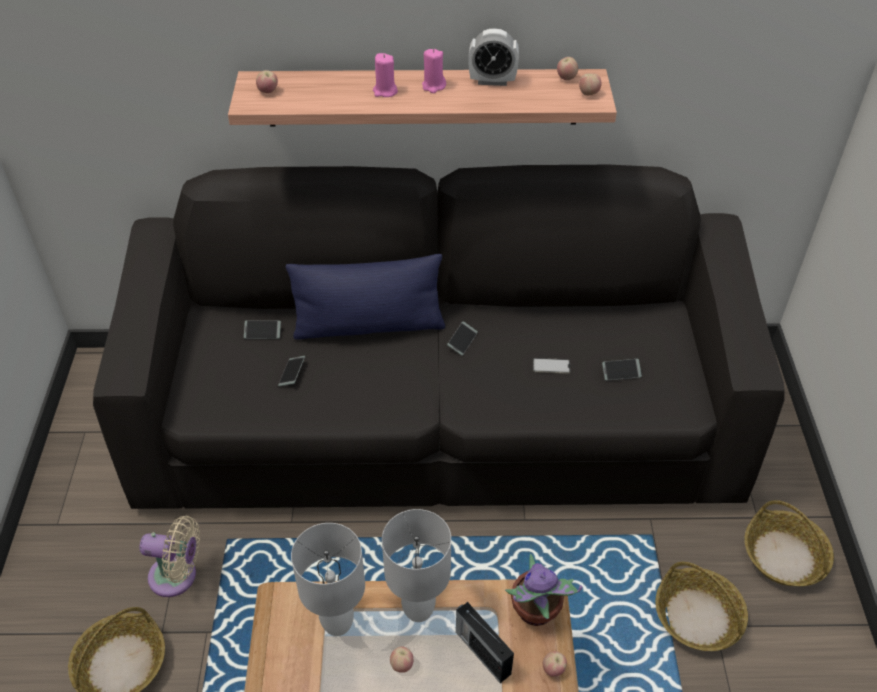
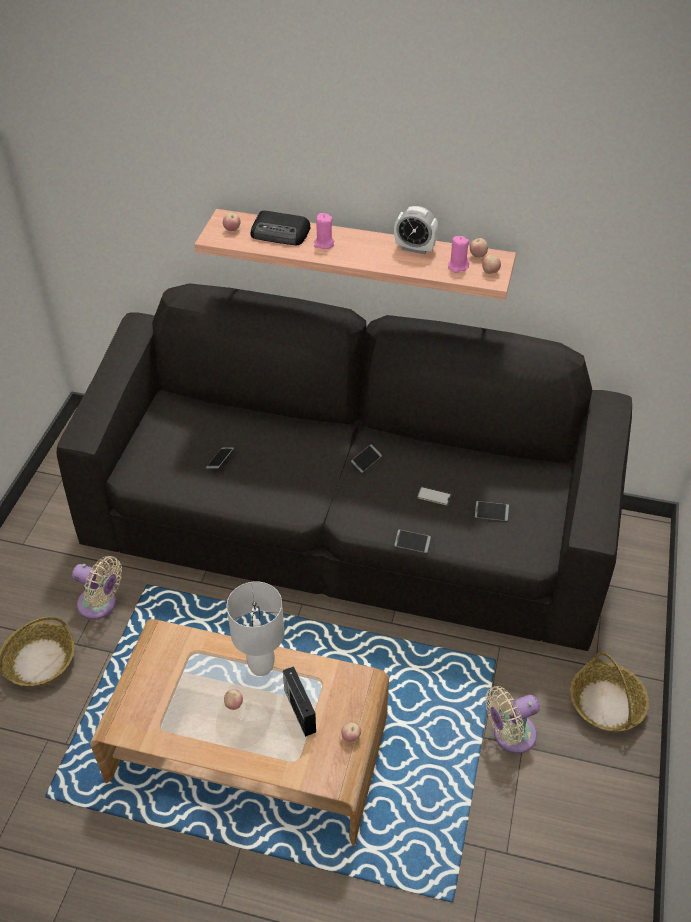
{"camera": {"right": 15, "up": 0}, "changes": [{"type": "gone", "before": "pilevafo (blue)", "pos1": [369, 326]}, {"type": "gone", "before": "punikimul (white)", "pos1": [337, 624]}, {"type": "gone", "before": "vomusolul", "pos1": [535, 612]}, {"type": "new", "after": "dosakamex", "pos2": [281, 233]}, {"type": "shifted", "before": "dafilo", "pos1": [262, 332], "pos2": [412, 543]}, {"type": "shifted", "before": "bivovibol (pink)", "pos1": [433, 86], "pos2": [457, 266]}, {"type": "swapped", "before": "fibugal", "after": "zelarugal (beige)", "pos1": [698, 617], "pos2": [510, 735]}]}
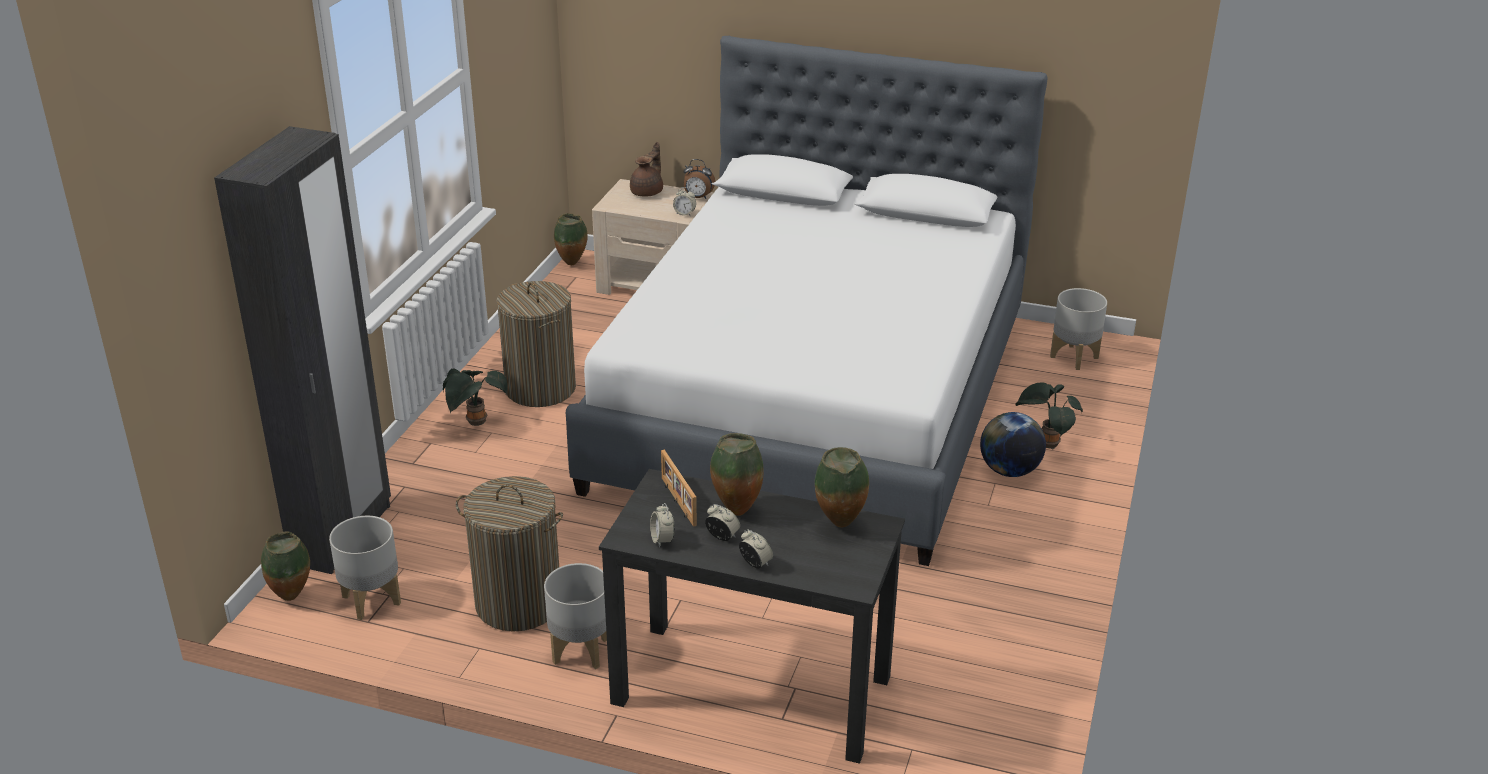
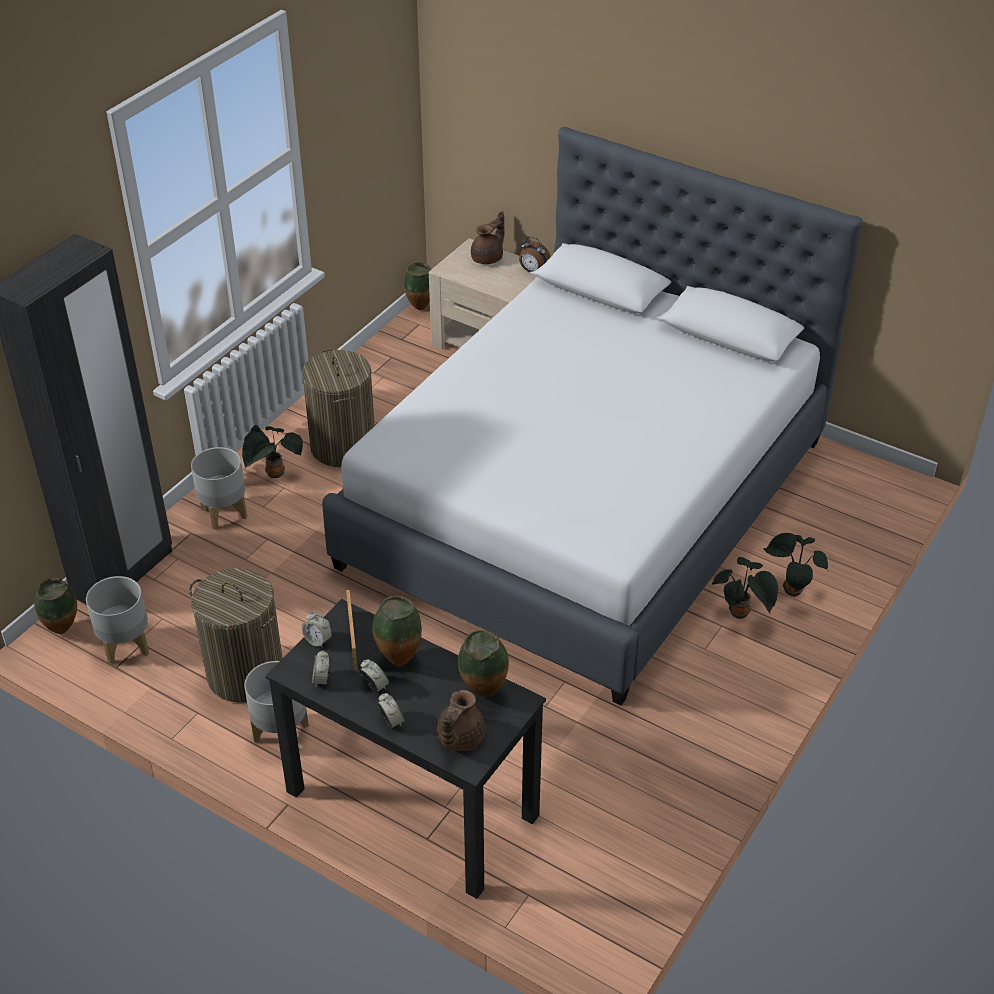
{"camera": {"right": 15, "up": 10}, "changes": [{"type": "new", "after": "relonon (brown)", "pos2": [459, 738]}, {"type": "shifted", "before": "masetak", "pos1": [684, 213], "pos2": [318, 640]}, {"type": "shifted", "before": "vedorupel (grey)", "pos1": [1074, 357], "pos2": [224, 513]}, {"type": "swapped", "before": "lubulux", "after": "vomusolul", "pos1": [1009, 471], "pos2": [741, 614]}]}
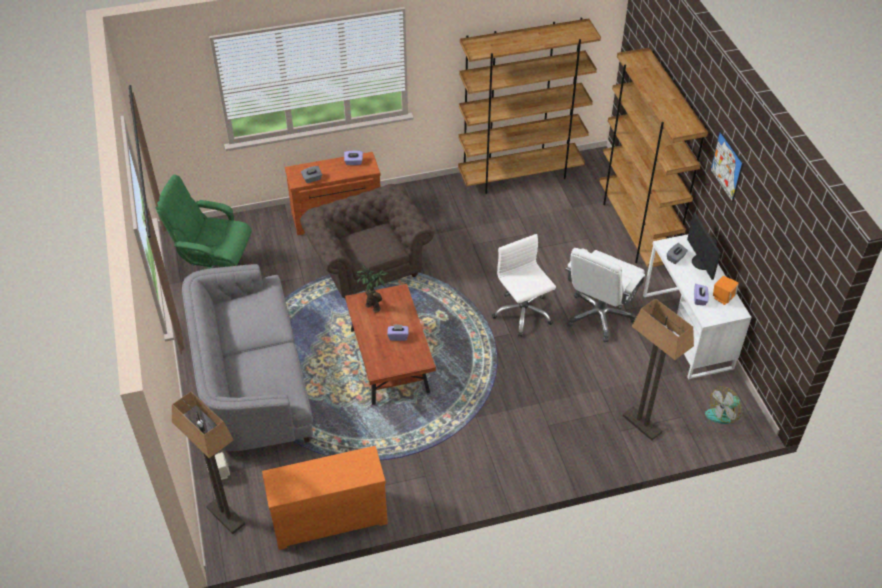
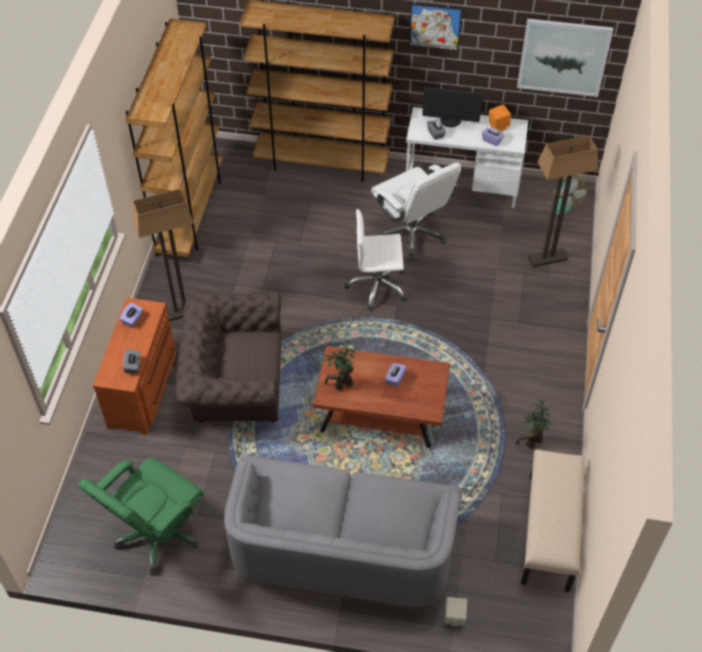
{"camera": {"right": -65, "up": 5}, "changes": [{"type": "new", "after": "vomusolul", "pos2": [531, 443]}, {"type": "new", "after": "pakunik", "pos2": [563, 57]}, {"type": "shifted", "before": "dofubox", "pos1": [225, 516], "pos2": [180, 312]}, {"type": "swapped", "before": "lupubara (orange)", "after": "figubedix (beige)", "pos1": [328, 516], "pos2": [549, 532]}]}
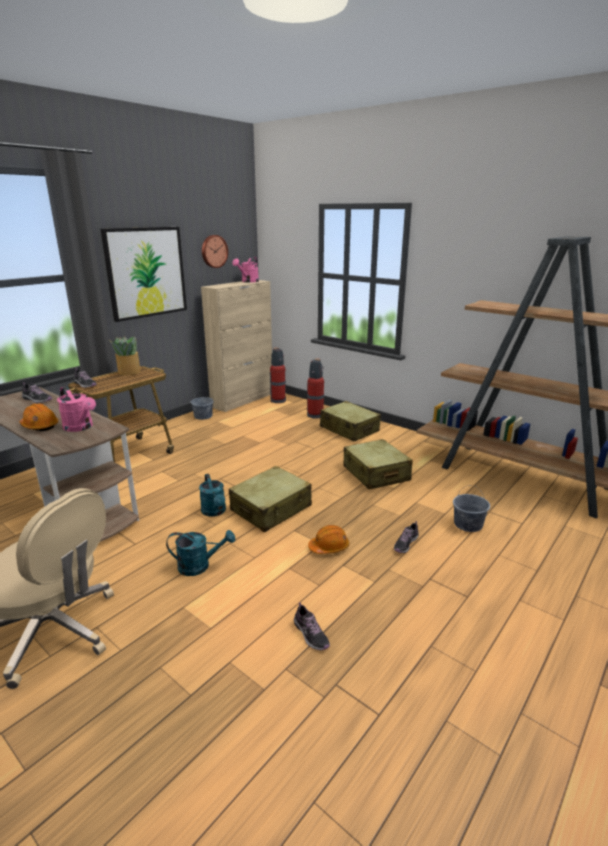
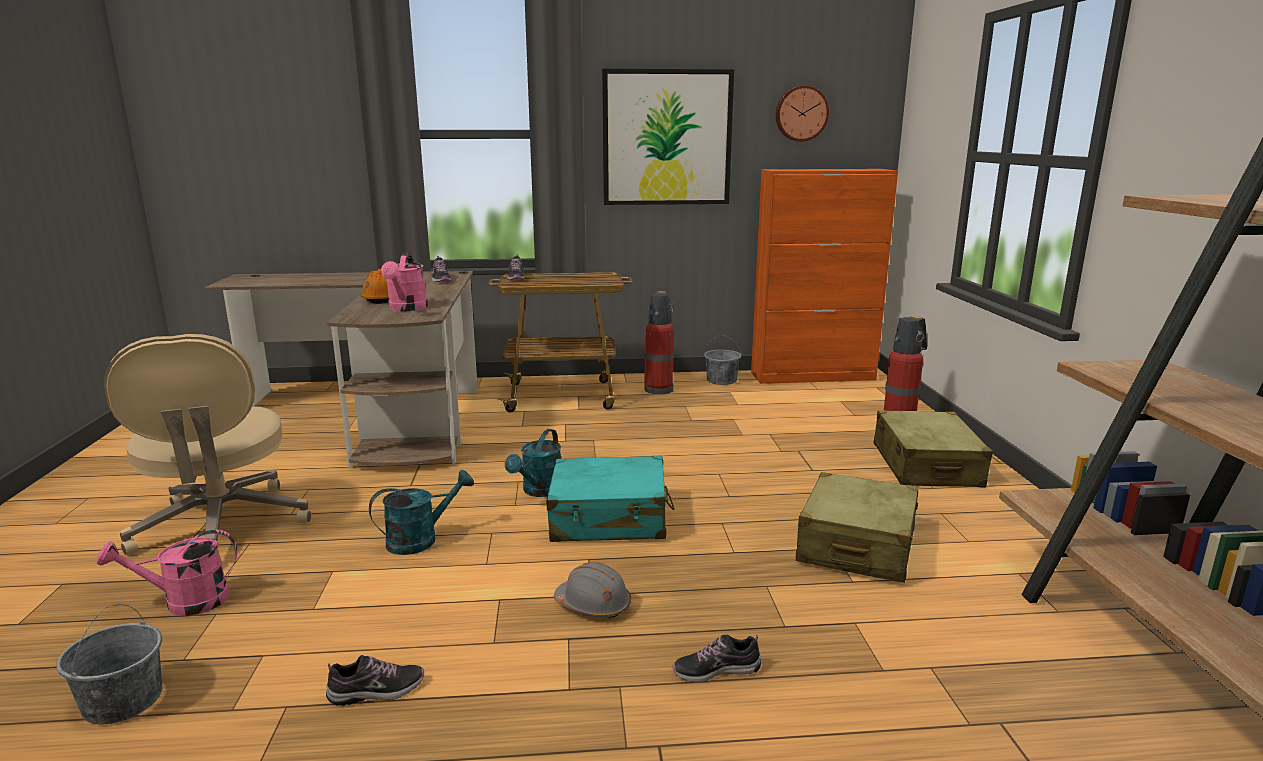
{"camera": {"right": 45, "up": -5}, "changes": [{"type": "gone", "before": "vomusolul", "pos1": [128, 372]}, {"type": "shifted", "before": "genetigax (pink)", "pos1": [248, 281], "pos2": [185, 602]}, {"type": "shifted", "before": "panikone", "pos1": [278, 400], "pos2": [659, 389]}, {"type": "shifted", "before": "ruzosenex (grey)", "pos1": [467, 524], "pos2": [124, 700]}, {"type": "repainted", "before": "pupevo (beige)", "after": "pupevo (orange)", "pos1": [243, 400], "pos2": [813, 376]}, {"type": "repainted", "before": "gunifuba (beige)", "after": "gunifuba (turquoise)", "pos1": [271, 508], "pos2": [609, 518]}, {"type": "repainted", "before": "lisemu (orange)", "after": "lisemu (grey)", "pos1": [329, 547], "pos2": [593, 605]}, {"type": "rotated", "before": "genetigax (turquoise)", "pos1": [200, 566], "pos2": [421, 539], "turn": -75}, {"type": "rotated", "before": "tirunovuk", "pos1": [310, 634], "pos2": [377, 691], "turn": -120}]}
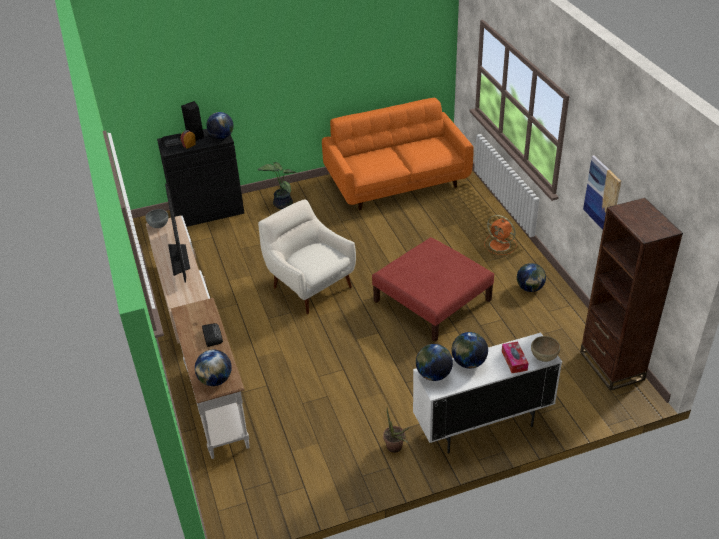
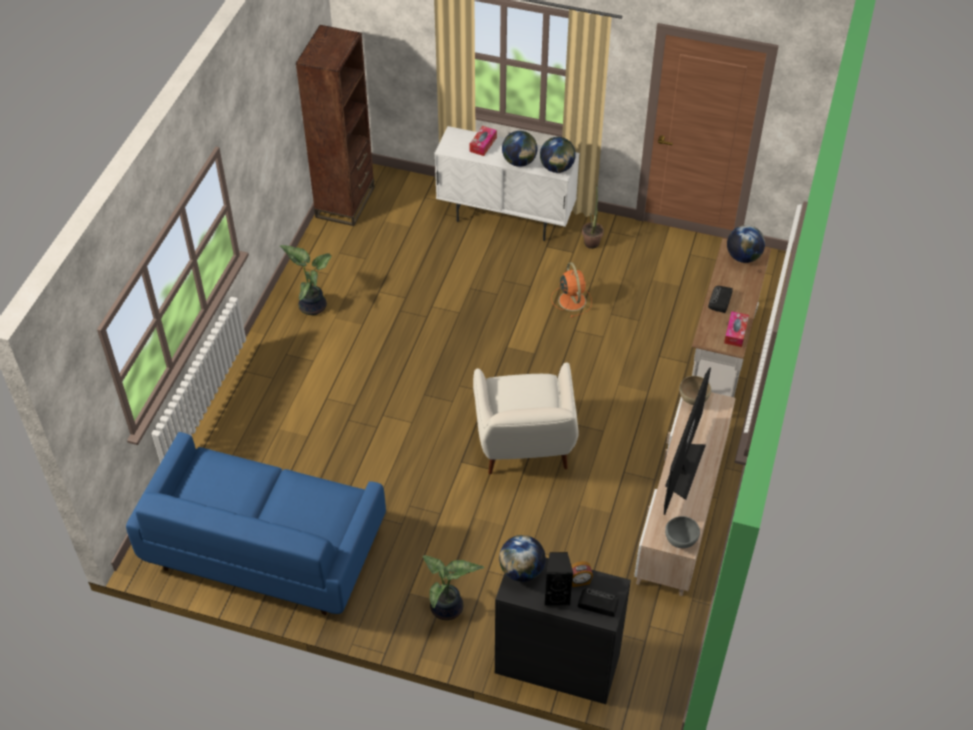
{"camera": {"right": -145, "up": 10}, "changes": [{"type": "gone", "before": "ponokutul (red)", "pos1": [431, 301]}, {"type": "gone", "before": "pakunik", "pos1": [602, 195]}, {"type": "new", "after": "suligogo", "pos2": [735, 333]}, {"type": "shifted", "before": "zelarugal (orange)", "pos1": [500, 245], "pos2": [571, 300]}, {"type": "shifted", "before": "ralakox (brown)", "pos1": [544, 358], "pos2": [693, 399]}, {"type": "swapped", "before": "lubulux", "after": "vomusolul", "pos1": [530, 288], "pos2": [312, 305]}, {"type": "repainted", "before": "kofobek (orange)", "after": "kofobek (blue)", "pos1": [397, 182], "pos2": [264, 548]}]}
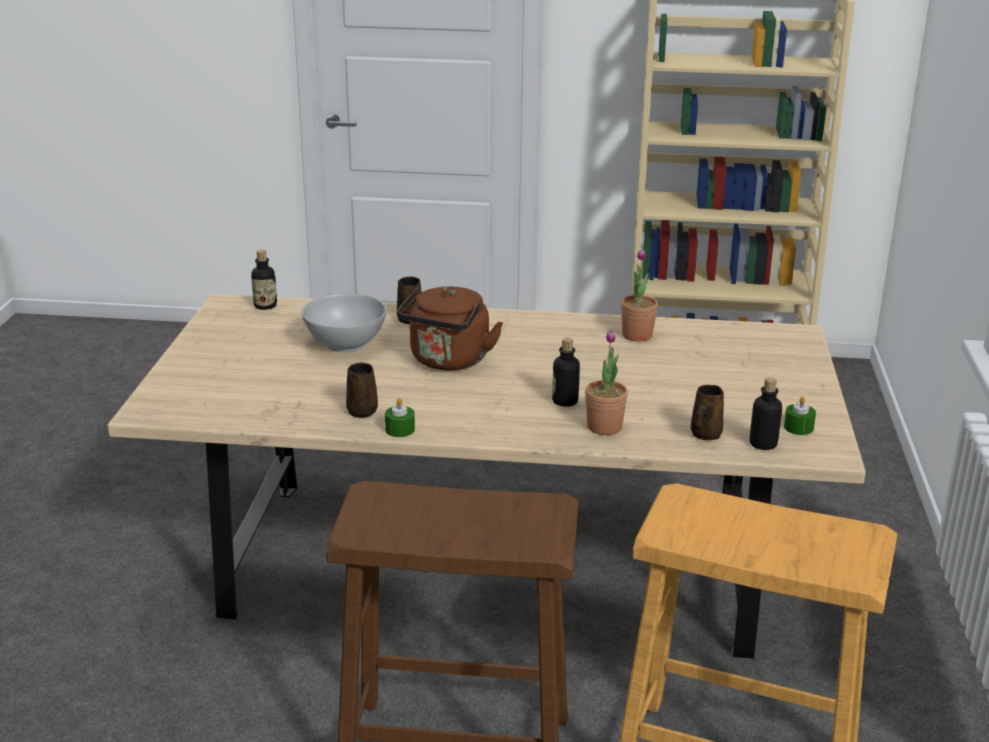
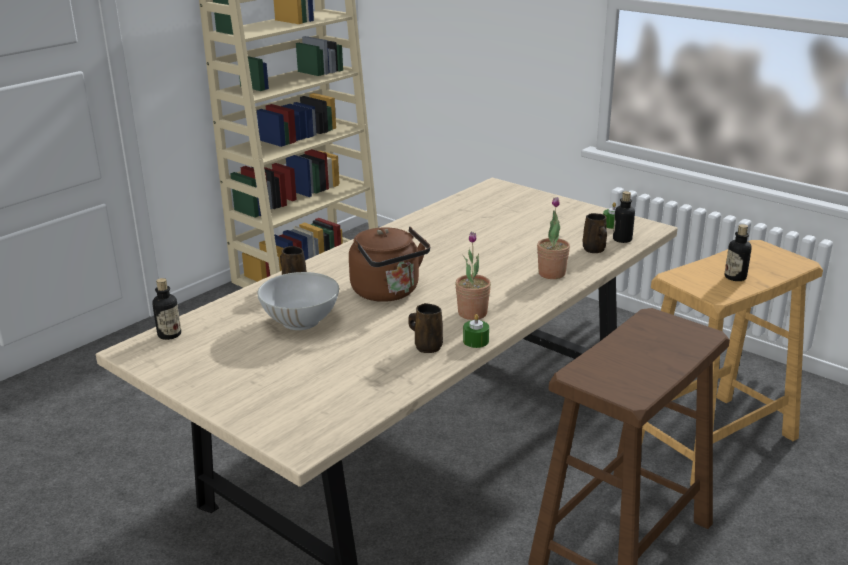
{"camera": {"right": -55, "up": 0}, "changes": [{"type": "shifted", "before": "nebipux", "pos1": [565, 401], "pos2": [735, 277]}, {"type": "shifted", "before": "vomusolul", "pos1": [637, 335], "pos2": [472, 313]}]}
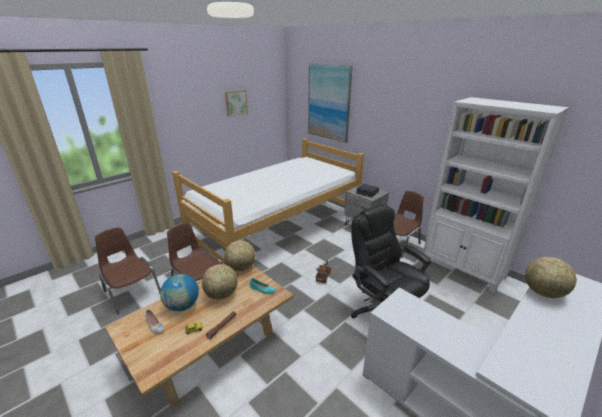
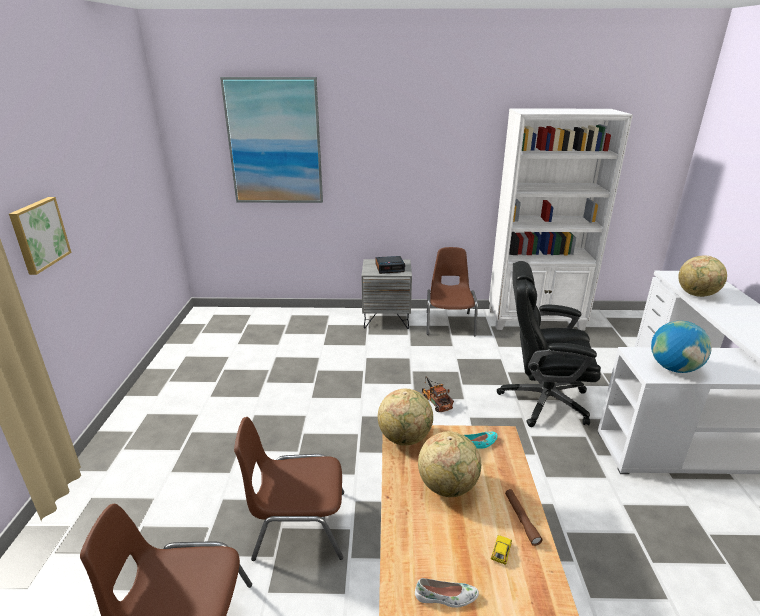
{"camera": {"right": -45, "up": 0}, "changes": [{"type": "gone", "before": "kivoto", "pos1": [278, 227]}, {"type": "shifted", "before": "lubulux", "pos1": [182, 306], "pos2": [673, 368]}, {"type": "shifted", "before": "pakunik", "pos1": [236, 102], "pos2": [38, 234]}]}
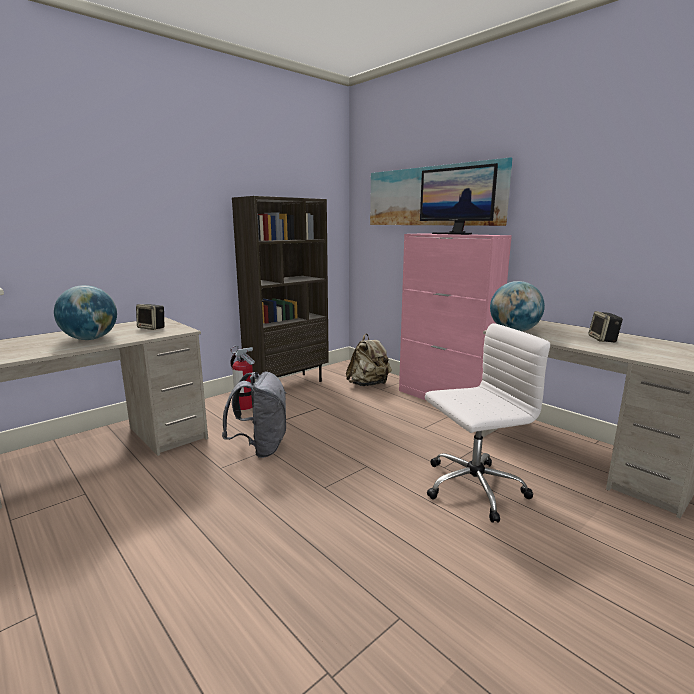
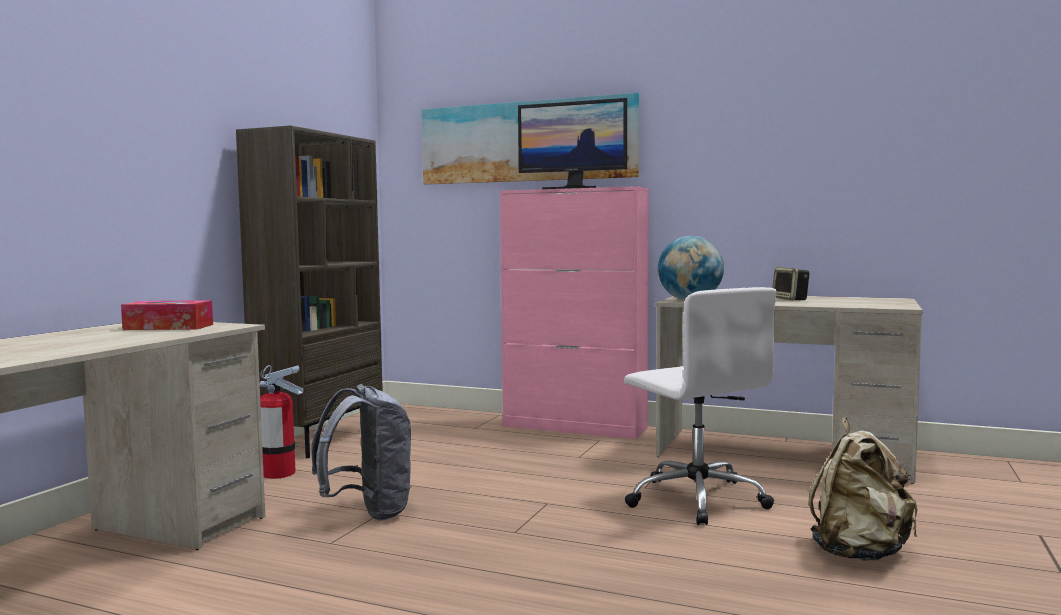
{"camera": {"right": -25, "up": -10}, "changes": [{"type": "gone", "before": "lubulux", "pos1": [90, 339]}, {"type": "shifted", "before": "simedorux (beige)", "pos1": [368, 385], "pos2": [859, 553]}, {"type": "swapped", "before": "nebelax", "after": "suligogo", "pos1": [152, 328], "pos2": [168, 327]}, {"type": "rotated", "before": "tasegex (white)", "pos1": [472, 488], "pos2": [696, 499], "turn": 105}]}
